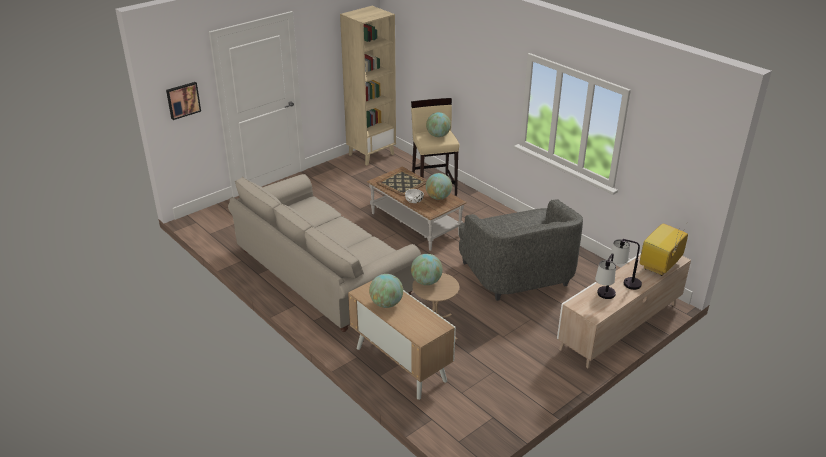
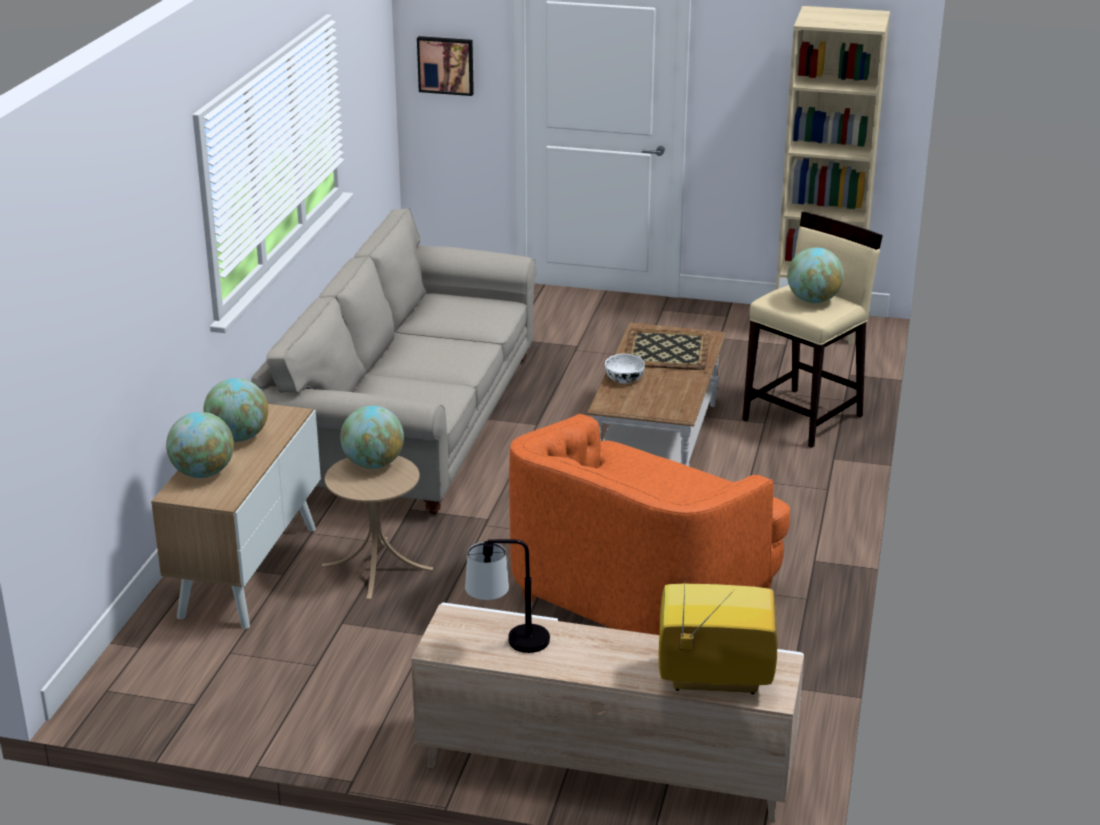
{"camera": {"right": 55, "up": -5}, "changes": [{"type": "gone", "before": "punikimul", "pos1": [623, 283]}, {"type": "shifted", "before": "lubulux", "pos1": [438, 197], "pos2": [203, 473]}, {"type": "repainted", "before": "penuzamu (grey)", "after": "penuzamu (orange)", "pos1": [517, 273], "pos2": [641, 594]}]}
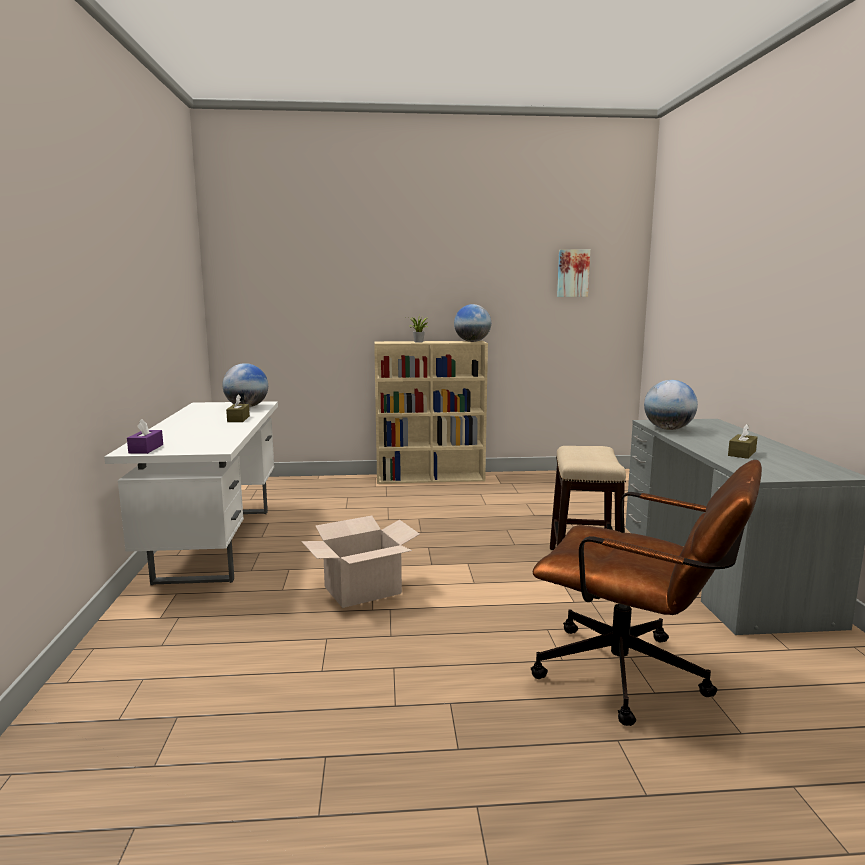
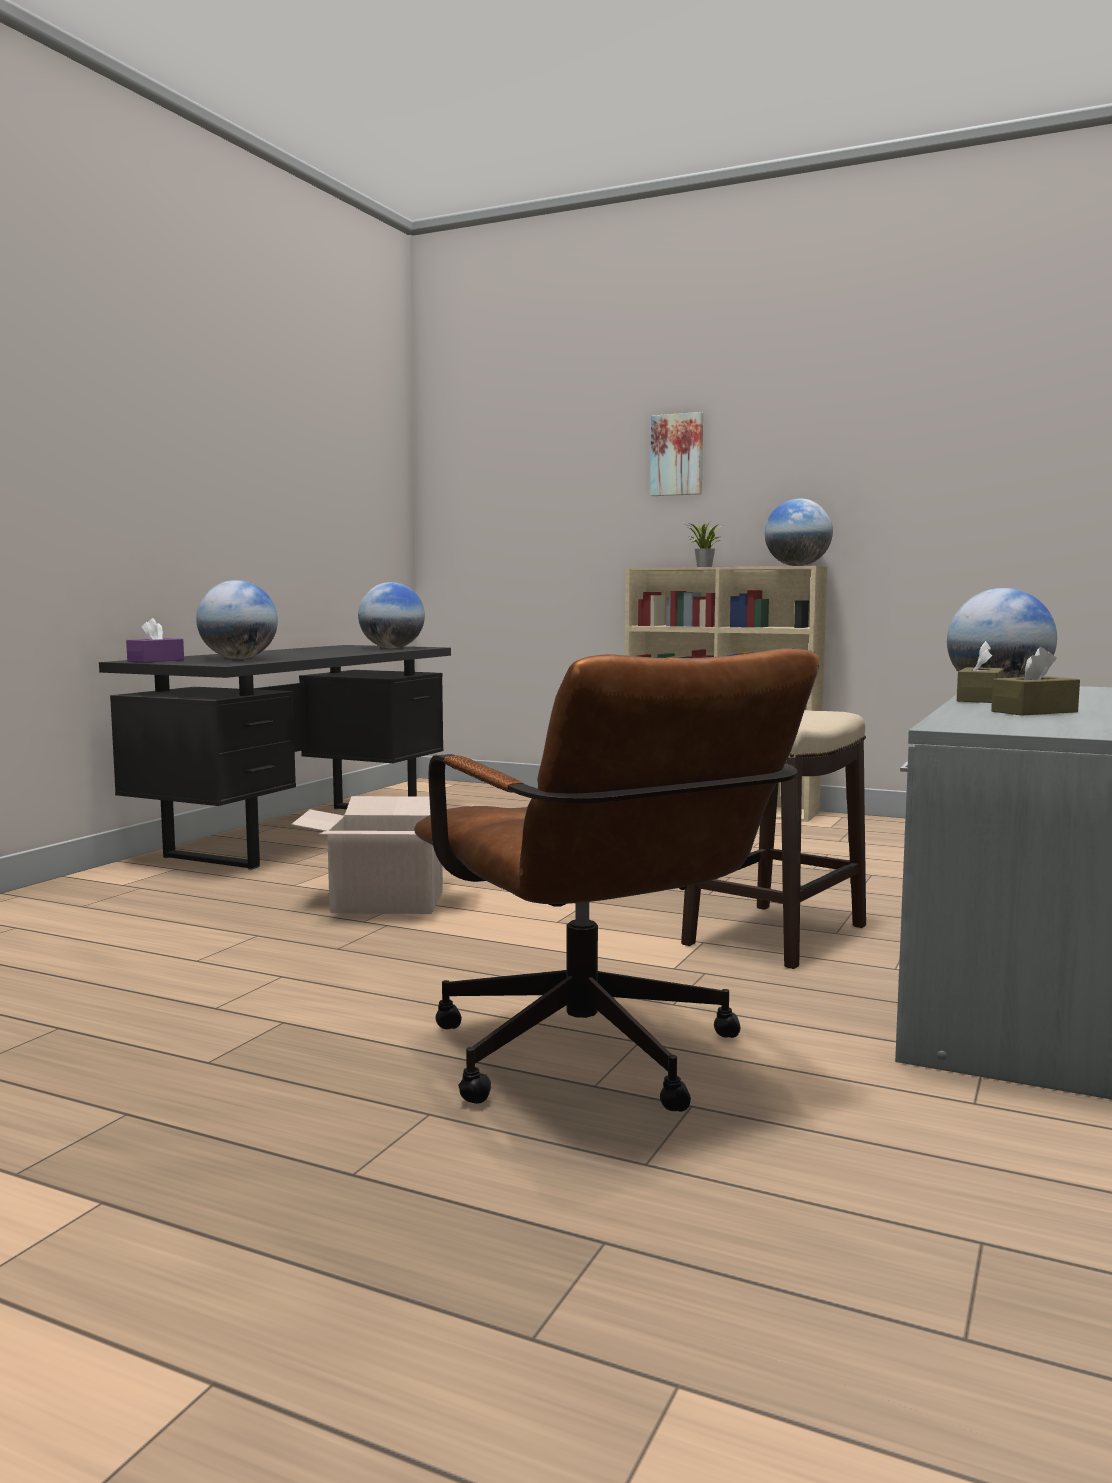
{"camera": {"right": 30, "up": -5}, "changes": [{"type": "new", "after": "lubulux", "pos2": [238, 658]}, {"type": "shifted", "before": "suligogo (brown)", "pos1": [238, 419], "pos2": [979, 699]}, {"type": "shifted", "before": "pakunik", "pos1": [572, 273], "pos2": [677, 455]}, {"type": "repainted", "before": "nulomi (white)", "after": "nulomi (black)", "pos1": [216, 543], "pos2": [300, 834]}]}
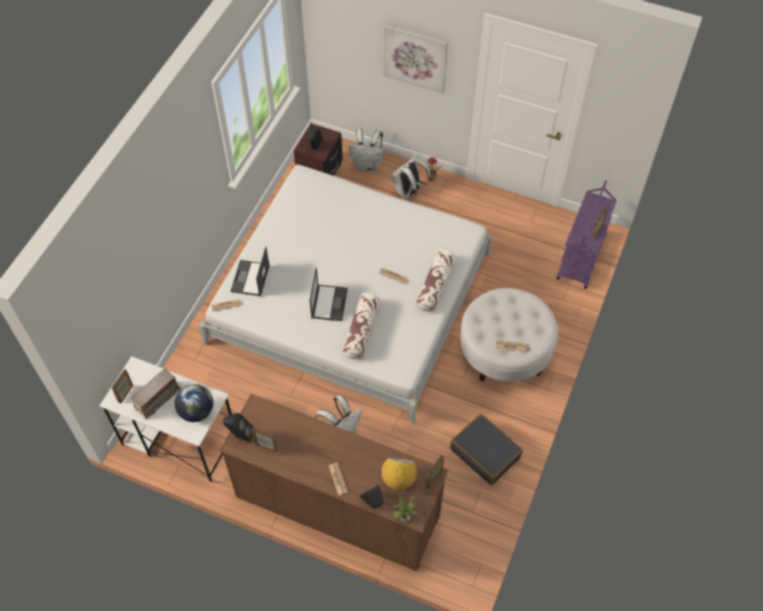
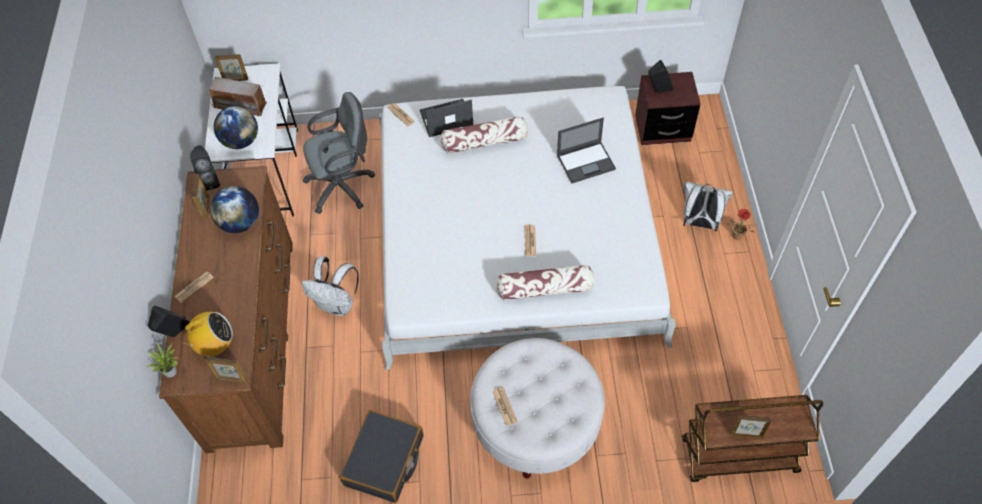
{"camera": {"right": 65, "up": 0}, "changes": [{"type": "gone", "before": "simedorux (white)", "pos1": [367, 165]}, {"type": "gone", "before": "pakunik", "pos1": [415, 57]}, {"type": "new", "after": "lubulux", "pos2": [240, 223]}, {"type": "new", "after": "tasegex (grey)", "pos2": [344, 186]}, {"type": "shifted", "before": "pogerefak", "pos1": [329, 302], "pos2": [586, 162]}, {"type": "shifted", "before": "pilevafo", "pos1": [361, 330], "pos2": [484, 142]}, {"type": "repainted", "before": "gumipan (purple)", "after": "gumipan (brown)", "pos1": [581, 258], "pos2": [738, 456]}]}
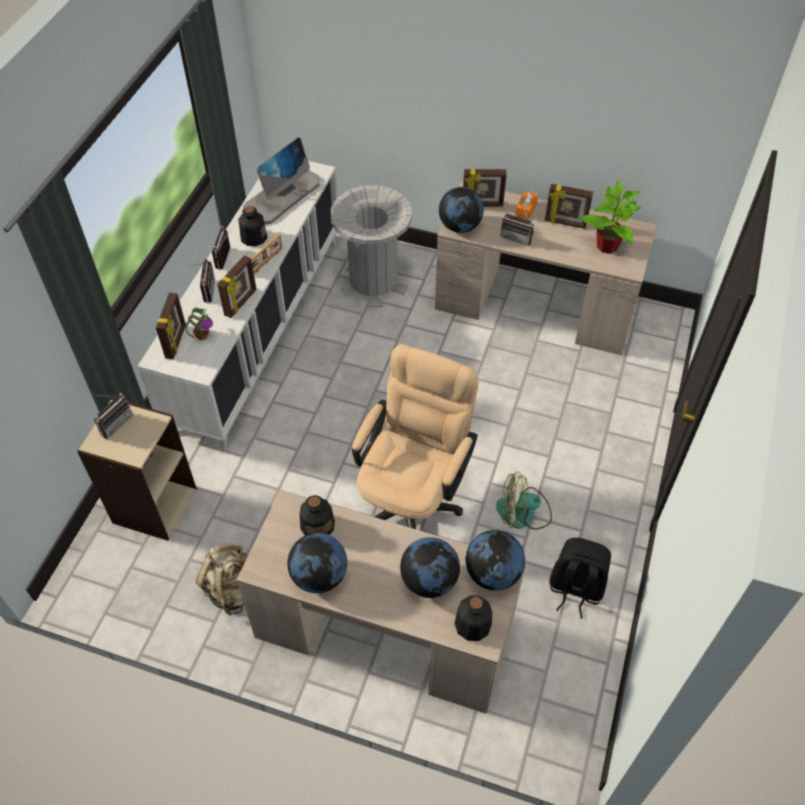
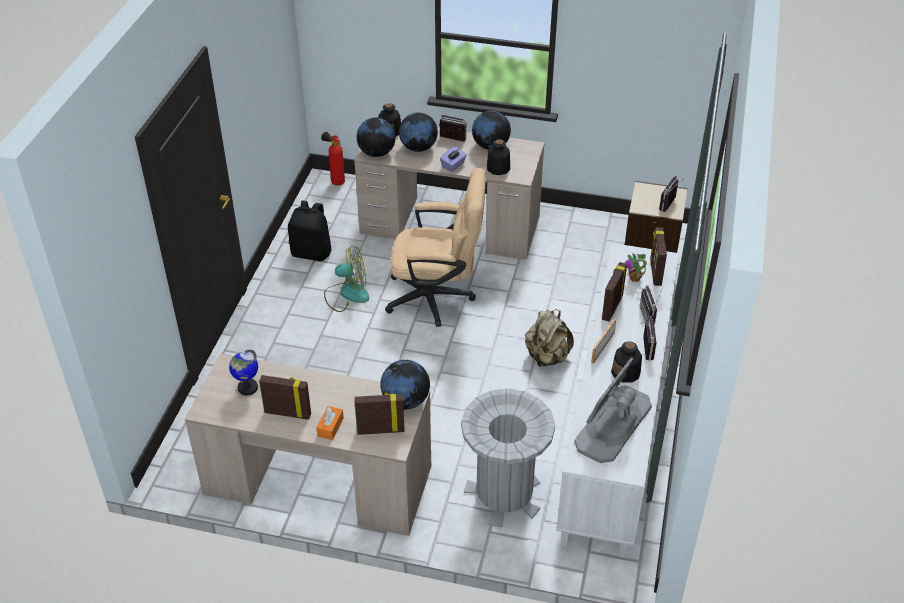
{"camera": {"right": 175, "up": -10}, "changes": [{"type": "new", "after": "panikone", "pos2": [335, 181]}, {"type": "new", "after": "suligogo (purple)", "pos2": [453, 165]}, {"type": "shifted", "before": "simedorux (beige)", "pos1": [232, 589], "pos2": [547, 357]}, {"type": "shifted", "before": "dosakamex", "pos1": [517, 237], "pos2": [451, 140]}, {"type": "swapped", "before": "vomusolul", "after": "lubulux", "pos1": [606, 246], "pos2": [247, 388]}, {"type": "rotated", "before": "tasegex (beige)", "pos1": [412, 499], "pos2": [438, 298], "turn": -105}]}
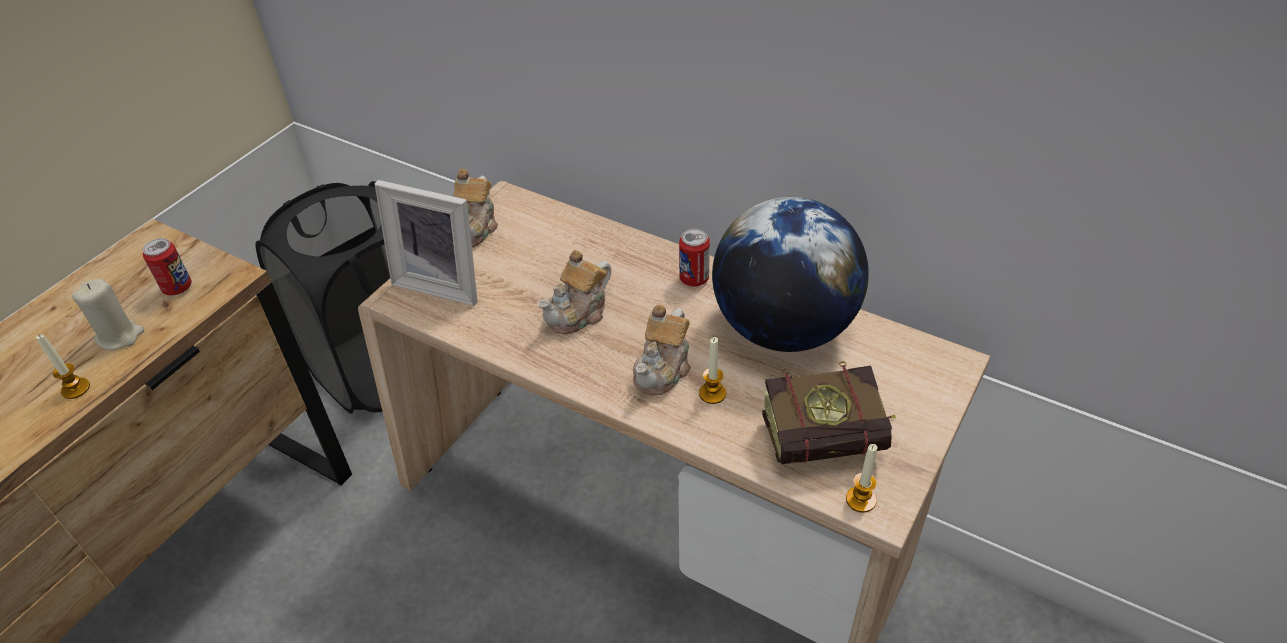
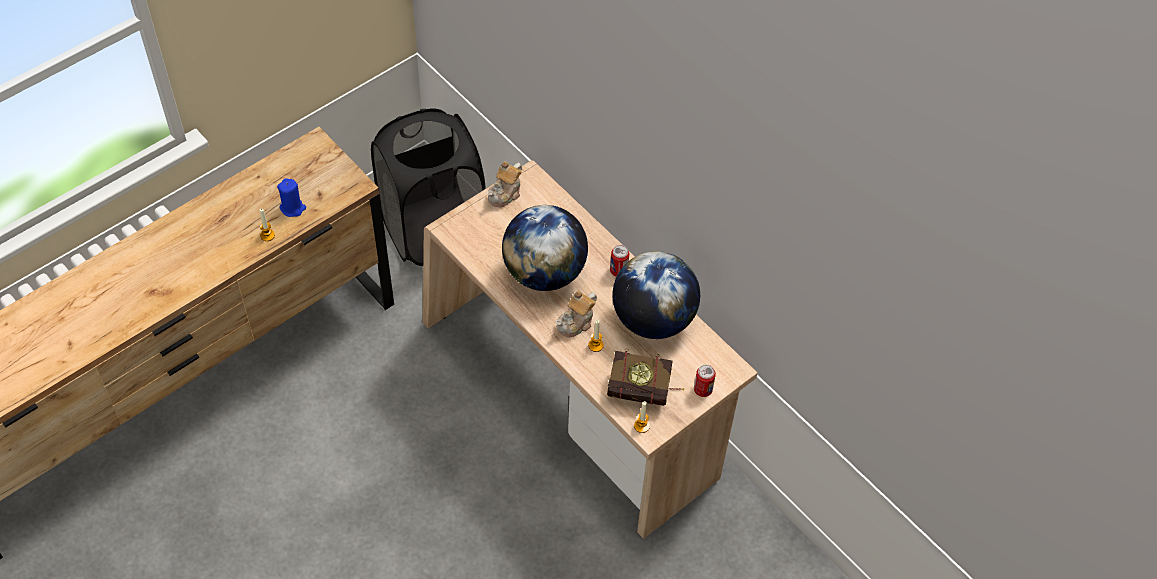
{"camera": {"right": 15, "up": 10}, "changes": [{"type": "gone", "before": "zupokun", "pos1": [442, 282]}, {"type": "shifted", "before": "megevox", "pos1": [177, 288], "pos2": [703, 390]}, {"type": "swapped", "before": "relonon", "after": "lubulux", "pos1": [579, 313], "pos2": [544, 273]}, {"type": "repainted", "before": "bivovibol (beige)", "after": "bivovibol (blue)", "pos1": [120, 336], "pos2": [292, 208]}]}
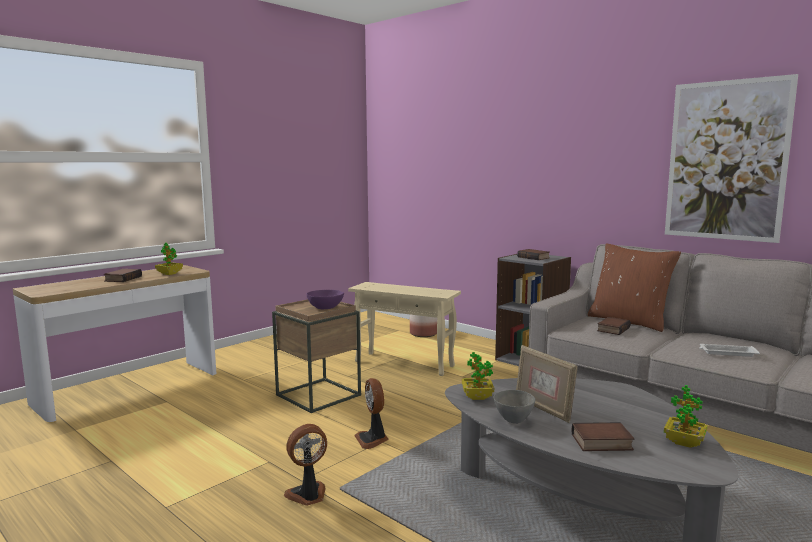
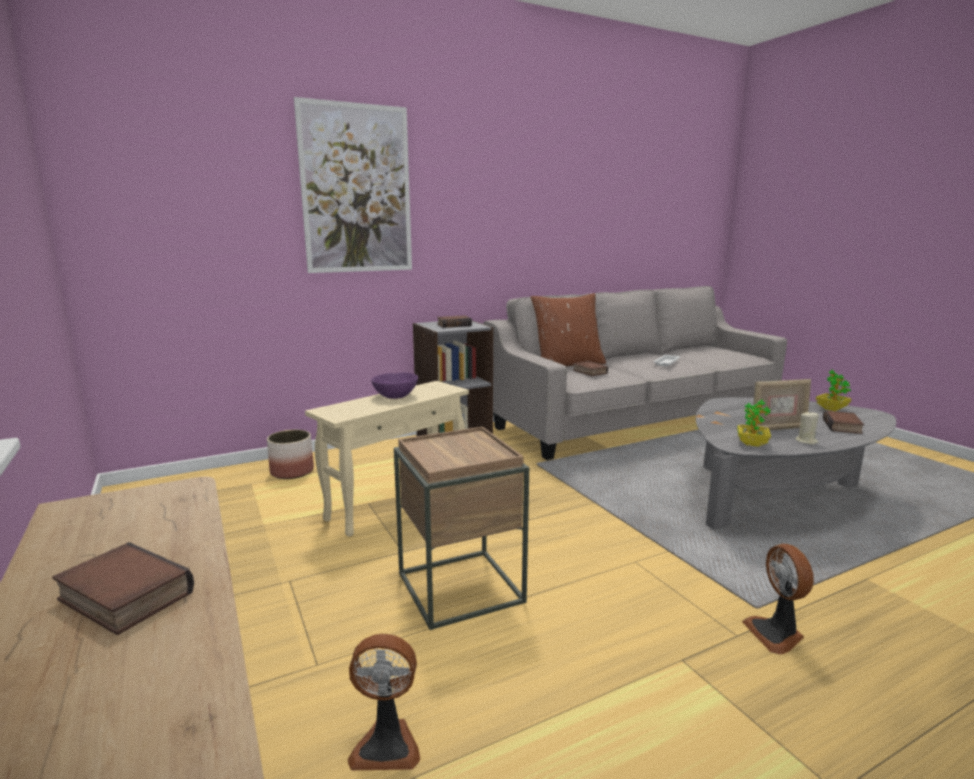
{"camera": {"right": -70, "up": 5}, "changes": [{"type": "gone", "before": "vomusolul", "pos1": [169, 274]}, {"type": "shifted", "before": "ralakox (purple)", "pos1": [325, 308], "pos2": [395, 396]}, {"type": "shifted", "before": "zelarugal", "pos1": [372, 439], "pos2": [387, 744]}, {"type": "shifted", "before": "pakunik", "pos1": [726, 161], "pos2": [357, 190]}, {"type": "swapped", "before": "ralakox (grey)", "after": "bivovibol (beige)", "pos1": [513, 420], "pos2": [806, 441]}]}
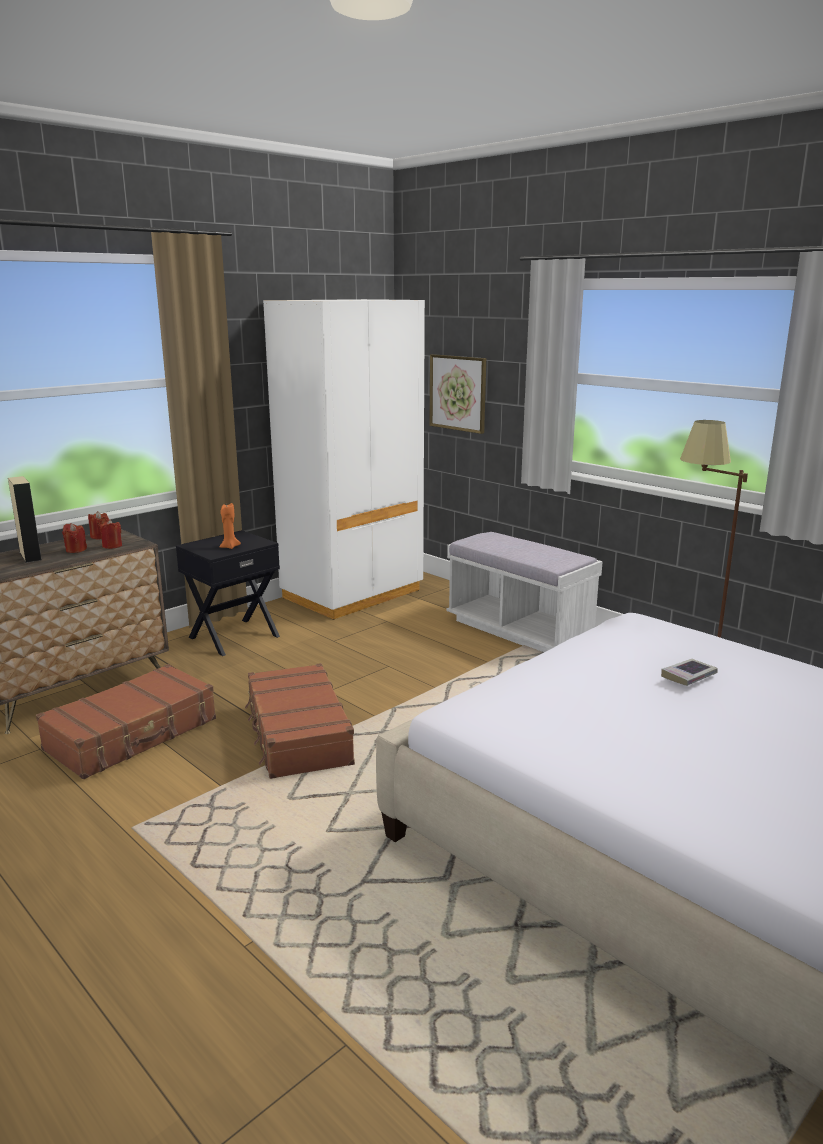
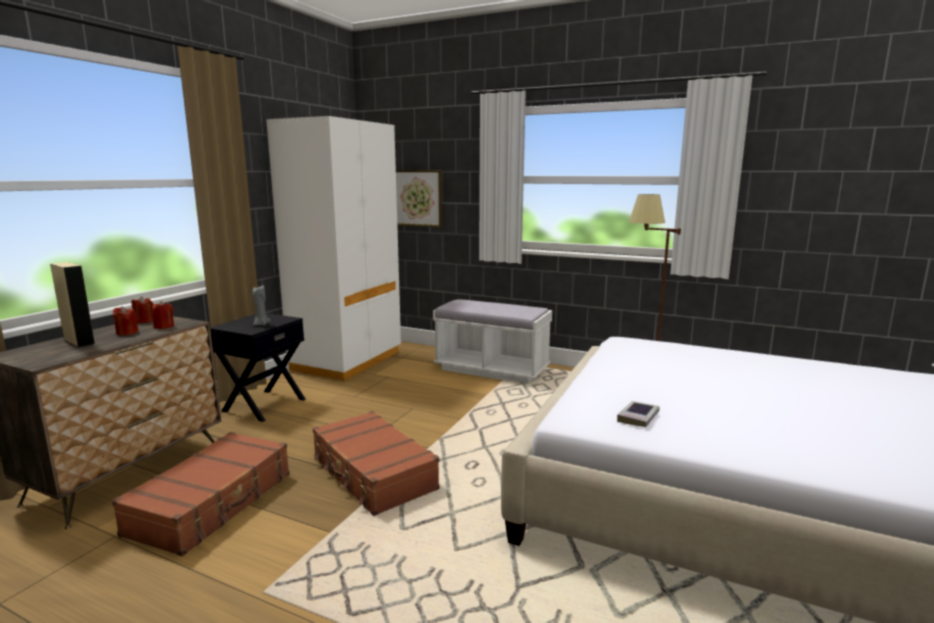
{"camera": {"right": -20, "up": -5}, "changes": [{"type": "shifted", "before": "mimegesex", "pos1": [688, 676], "pos2": [638, 417]}, {"type": "repainted", "before": "bivovibol (orange)", "after": "bivovibol (grey)", "pos1": [229, 547], "pos2": [261, 324]}]}
